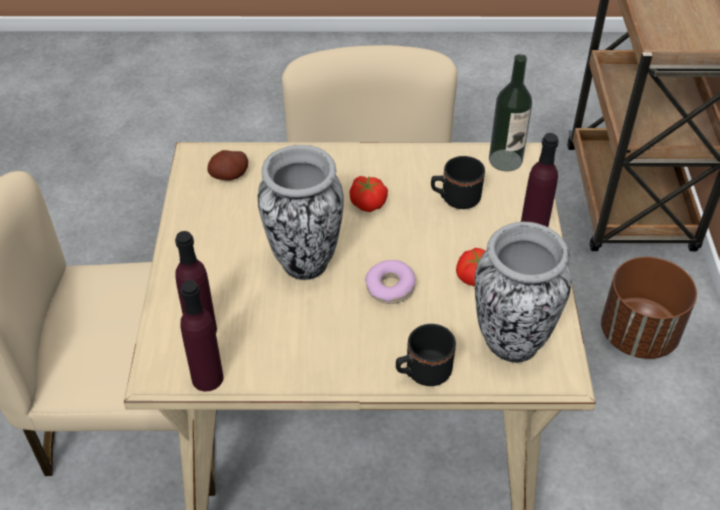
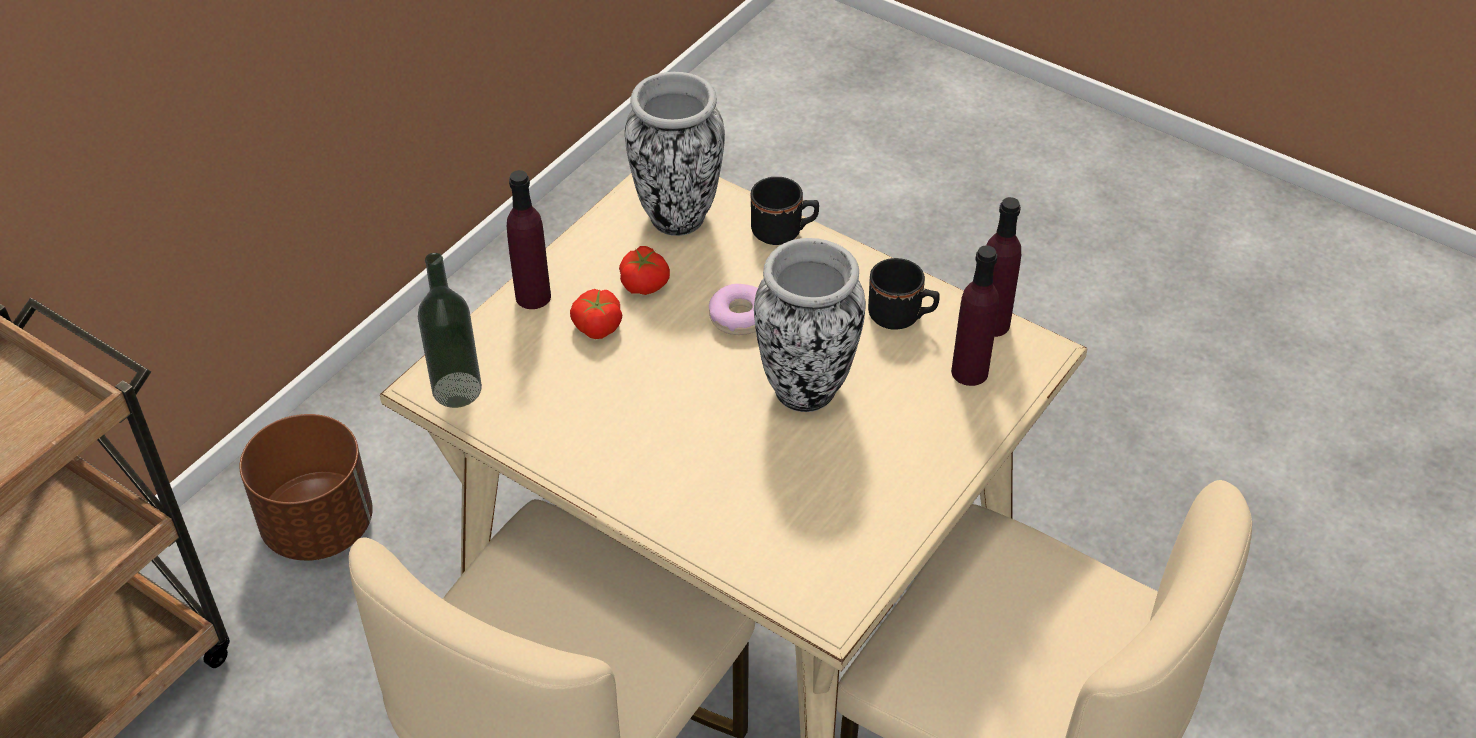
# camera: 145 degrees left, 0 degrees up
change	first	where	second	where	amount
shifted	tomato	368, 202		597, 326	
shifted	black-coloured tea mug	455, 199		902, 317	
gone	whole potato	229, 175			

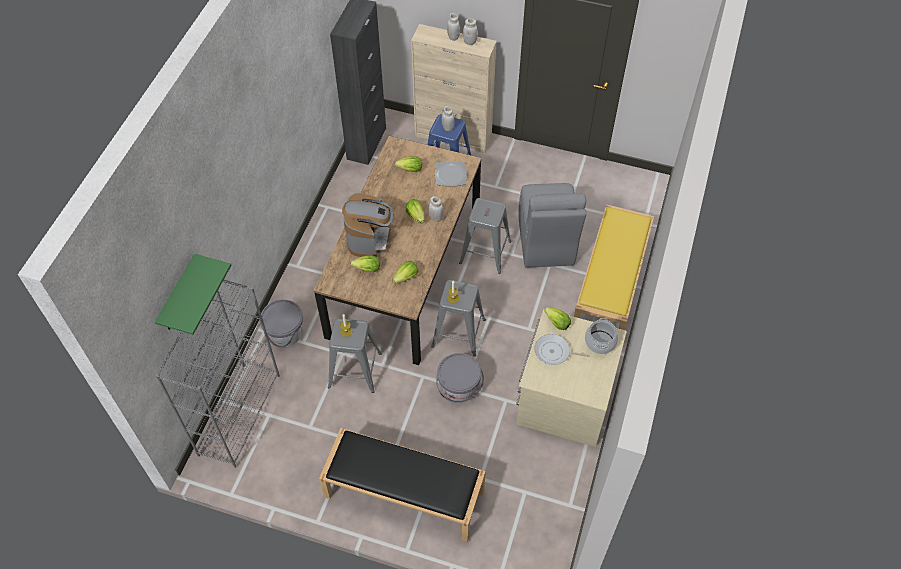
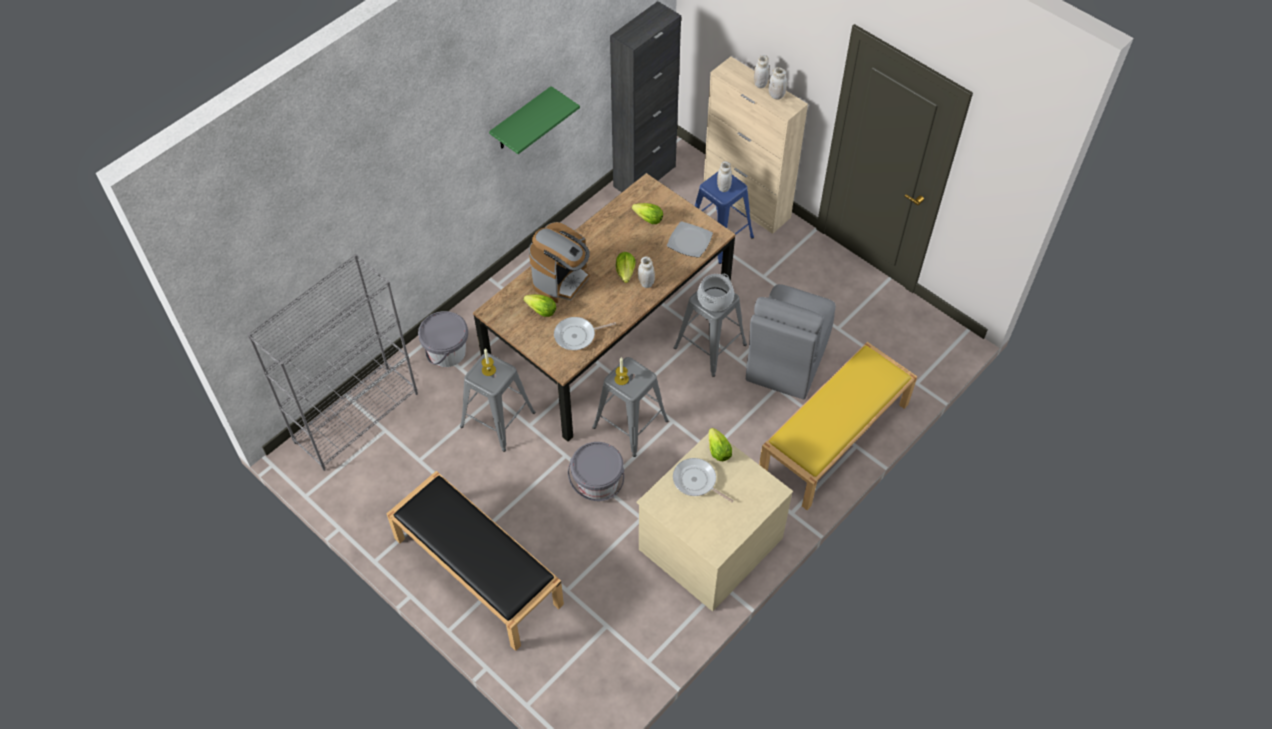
# camera: 25 degrees right, 0 degrees up
change	first	where	second	where	amount
shifted	green-coloured shelf	178, 296		521, 120	
swapped	lettuce head	406, 277	pan	577, 335	
shifted	cooking pot	600, 342		715, 299	

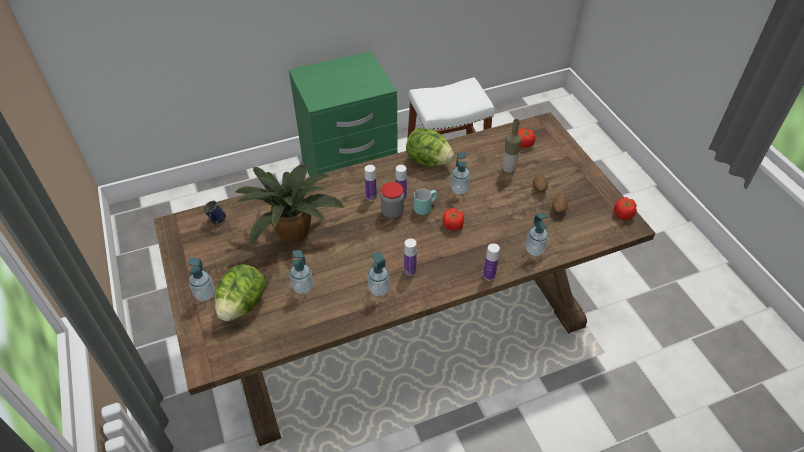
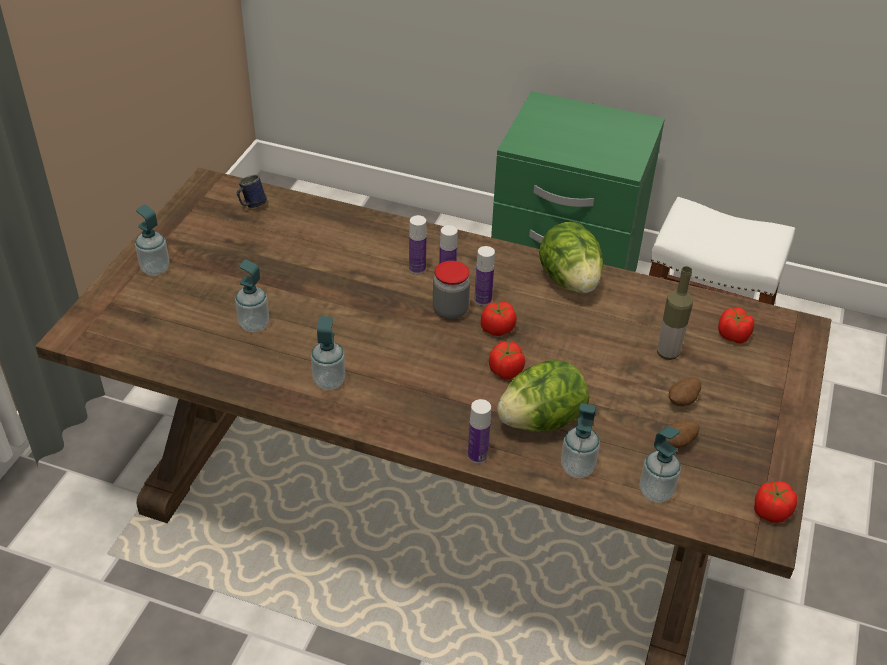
# camera: 40 degrees right, 5 degrees down
change	first	where	second	where	amount
shifted	drink bottle	410, 270		417, 268	
swapped	turquoise-coloured tea mug	424, 207	tomato	497, 329	
shifted	lettuce head	243, 304		541, 420	
shifted	soap dispenser	459, 189		656, 492	
gone	houseplant	292, 228			

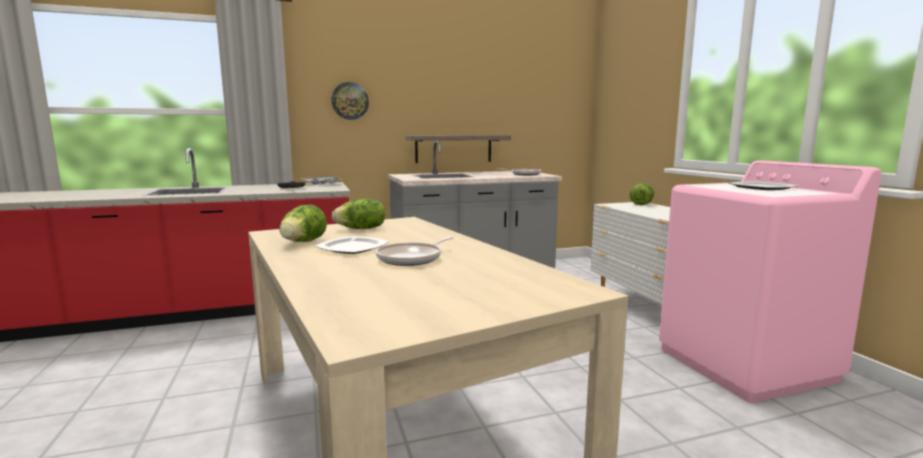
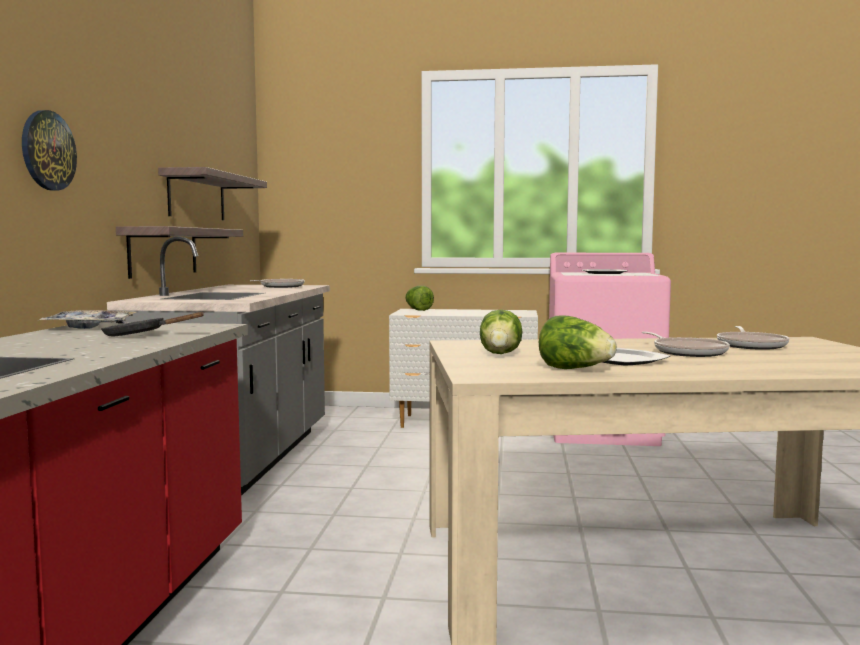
# camera: 65 degrees left, 5 degrees down
change	first	where	second	where	amount
new			shelf	197, 197	
new			pan	751, 345	

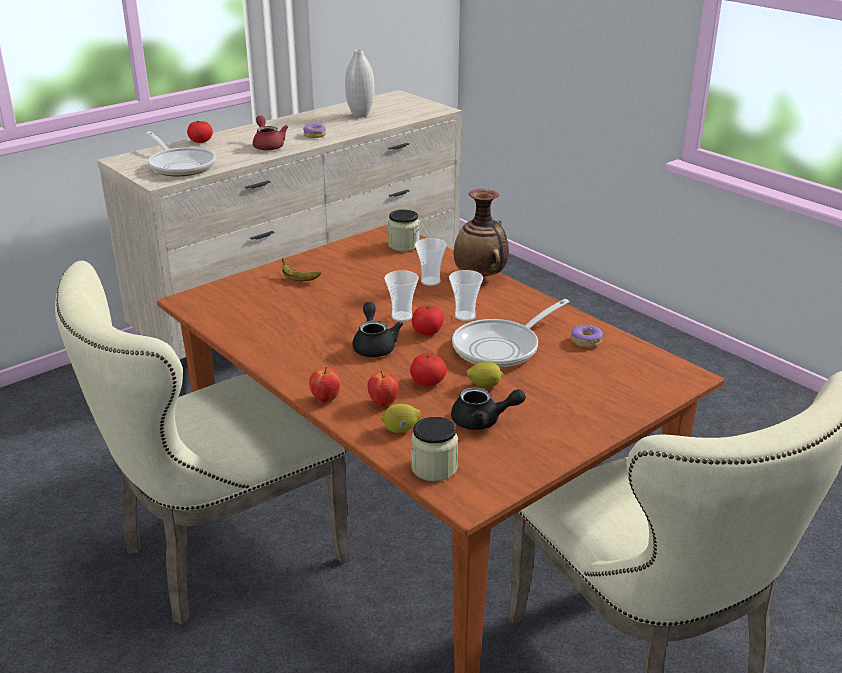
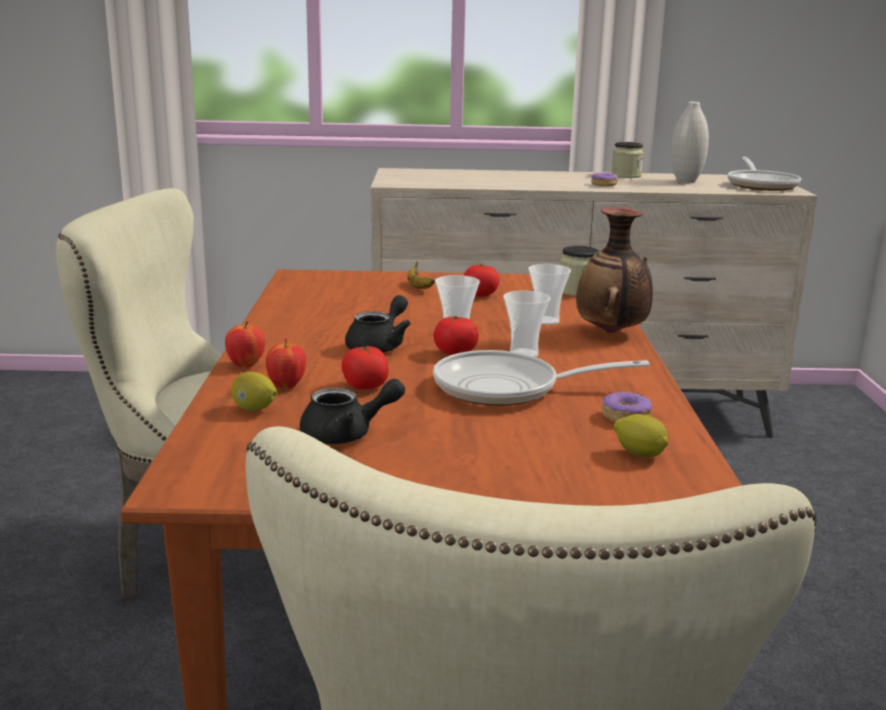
# camera: 40 degrees right, 10 degrees down
change	first	where	second	where	amount
rotated	black-coloured teapot	483, 421		347, 435	60 degrees counterclockwise
shifted	tomato	201, 141		480, 295	
shifted	jar	434, 468		626, 176	
shifted	lemon	484, 385		640, 454	
shifted	pan	180, 165		761, 185	
gone	reddish teapot	268, 145			

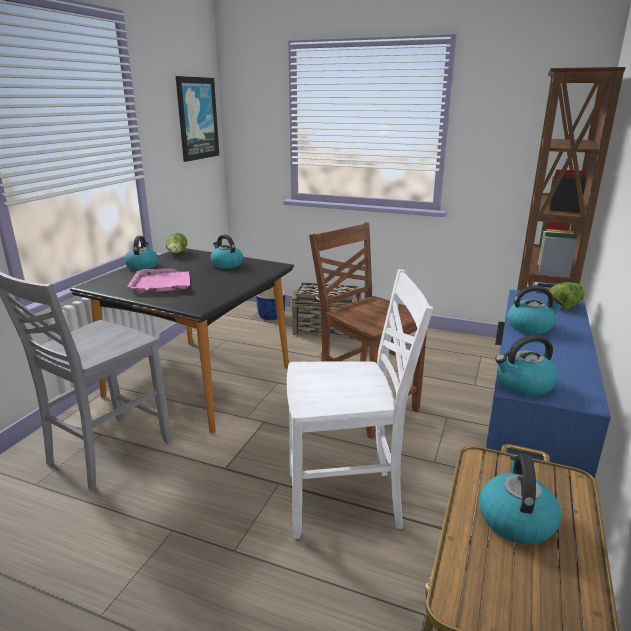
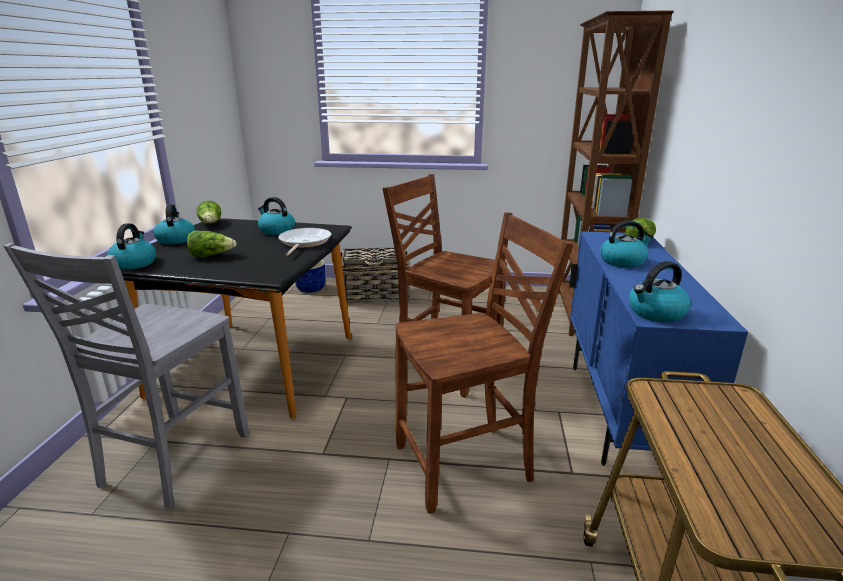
# camera: 15 degrees left, 0 degrees up
change	first	where	second	where	amount
shifted	kettle	515, 519		134, 263	
swapped	pinkish serving tray	161, 283	lettuce head	211, 255	
new			pan	304, 243	
repainted	white chair	346, 502	brown chair	466, 465	
gone	picture	197, 118			

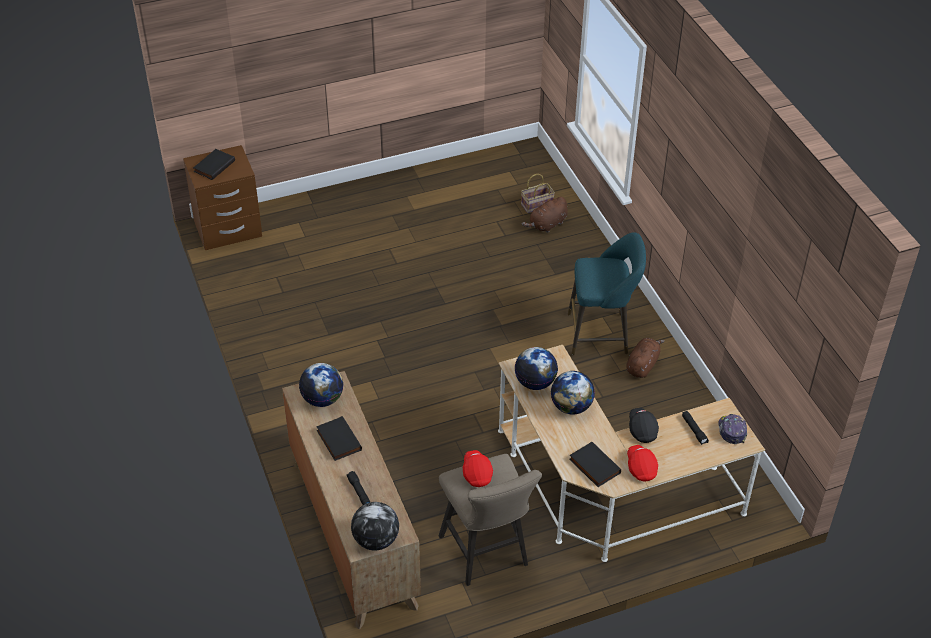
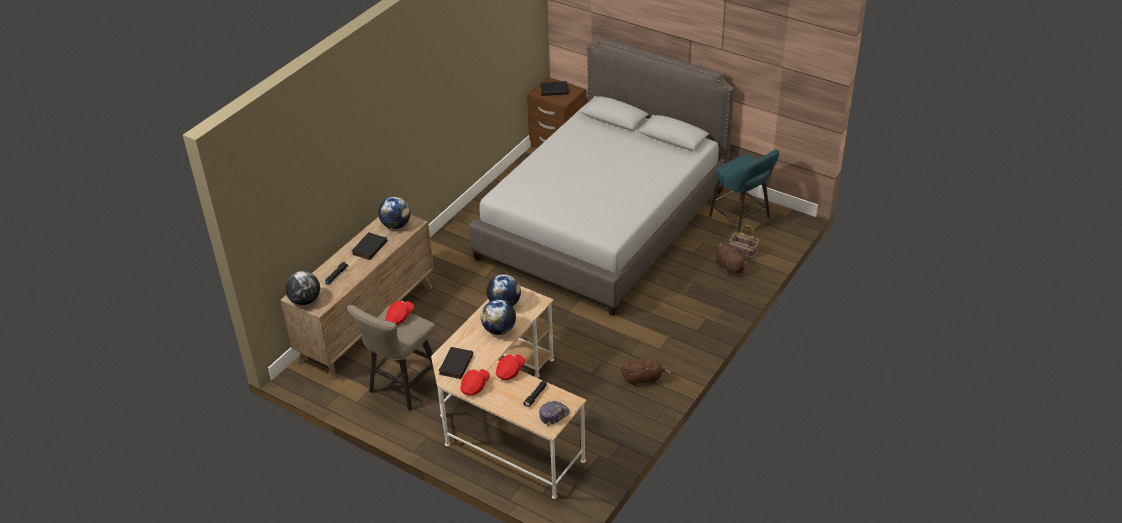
# camera: 55 degrees right, 5 degrees down
change	first	where	second	where	amount
new			greyish bed	603, 224	
repainted	black-coloured peaked cap	642, 430	reddish peaked cap	510, 371	
shifted	turquoise-coloured stool seat	601, 334		742, 220	
rotated	brown plush toy	547, 225		728, 266	45 degrees clockwise

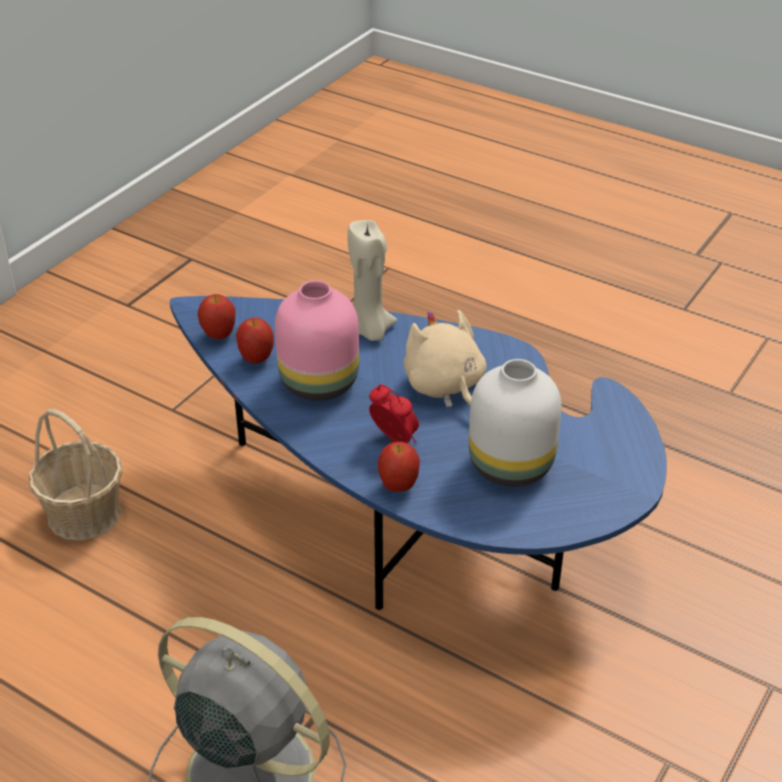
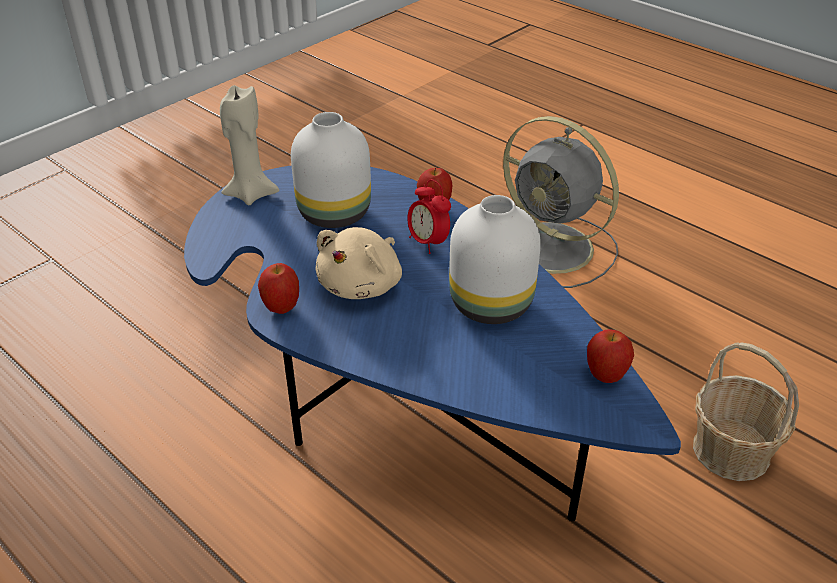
# camera: 170 degrees left, 0 degrees up
change	first	where	second	where	amount
shifted	beige-coloured wax candle	369, 331		251, 194	
shifted	whole apple	256, 359		281, 308	
rotated	beige-coloured plush toy	445, 388		362, 285	45 degrees clockwise
repainted	pinkish vase	321, 382	white vase	488, 305	

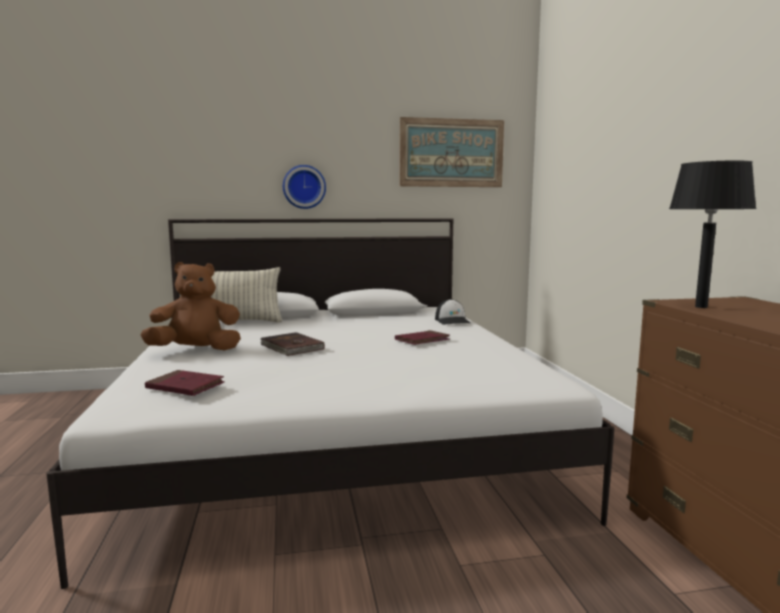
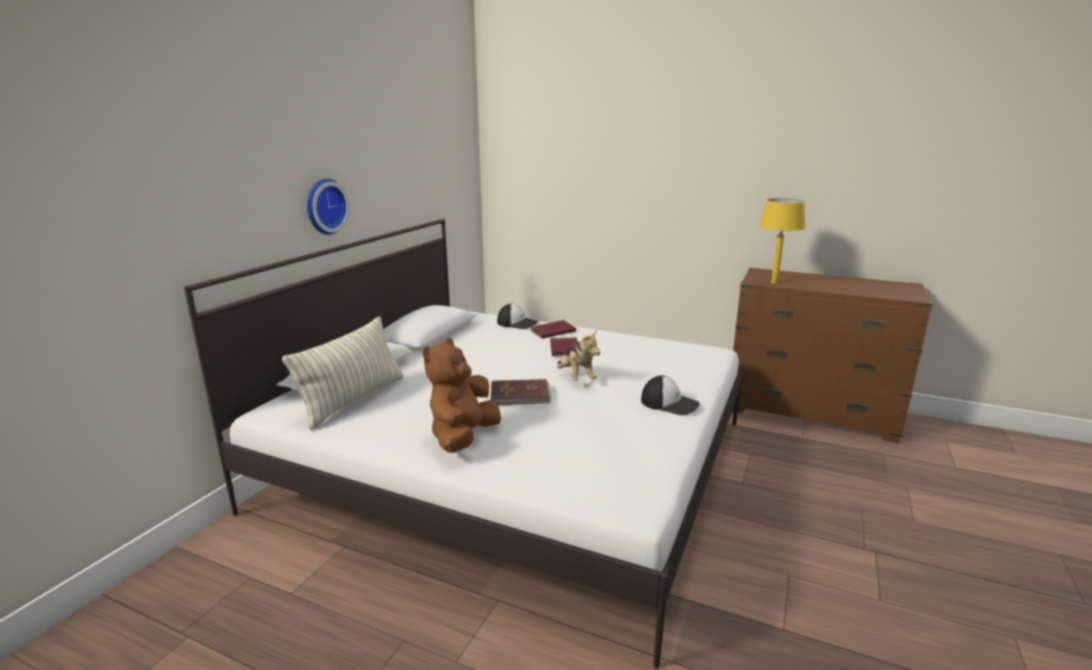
# camera: 55 degrees left, 10 degrees up
change	first	where	second	where	amount
shifted	reddish bound book	185, 386		553, 331	
new			plush toy	575, 377	
new			peaked cap	670, 403	
repainted	black-coloured lamp for a table	702, 307	yellow lamp for a table	774, 282	
gone	picture	451, 153			

